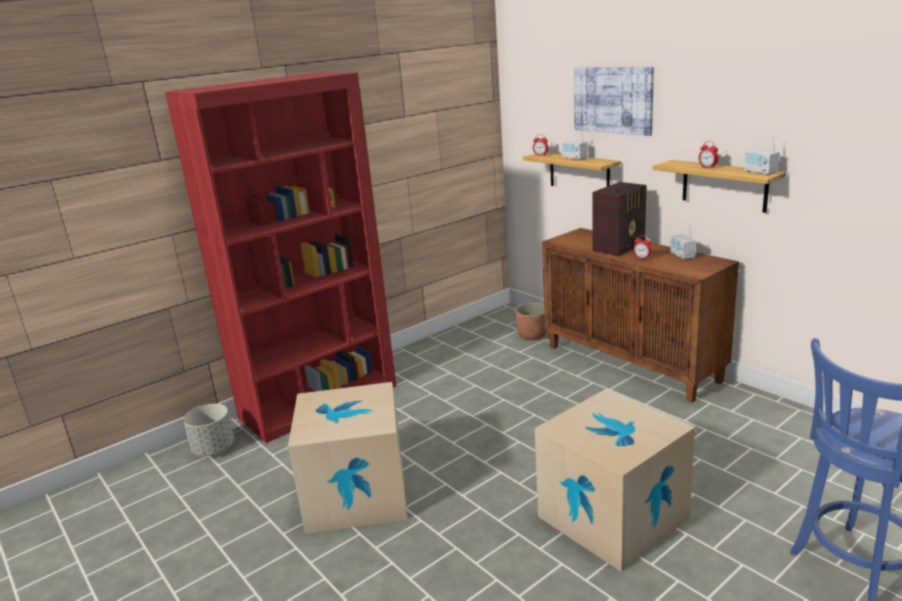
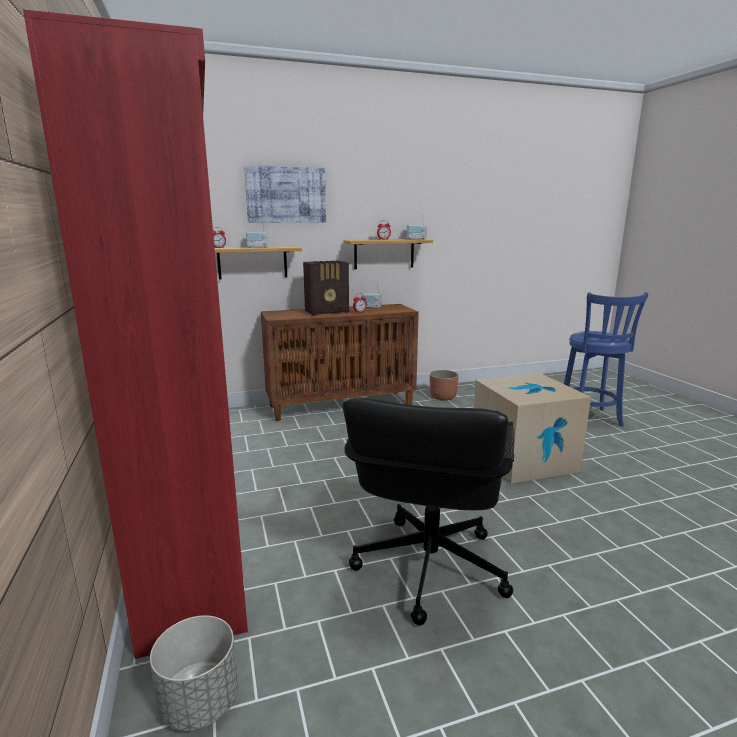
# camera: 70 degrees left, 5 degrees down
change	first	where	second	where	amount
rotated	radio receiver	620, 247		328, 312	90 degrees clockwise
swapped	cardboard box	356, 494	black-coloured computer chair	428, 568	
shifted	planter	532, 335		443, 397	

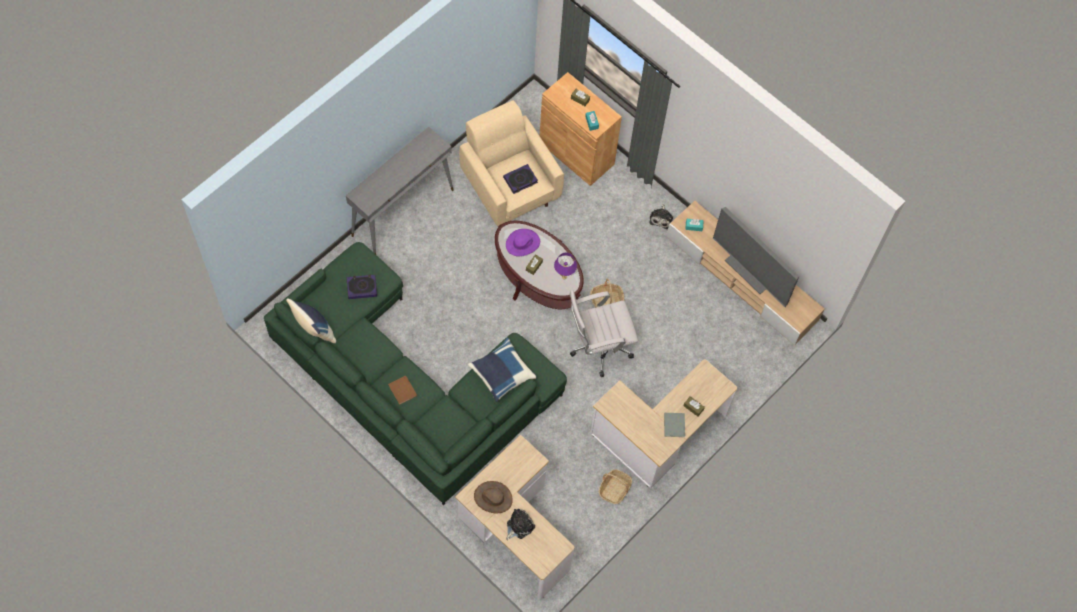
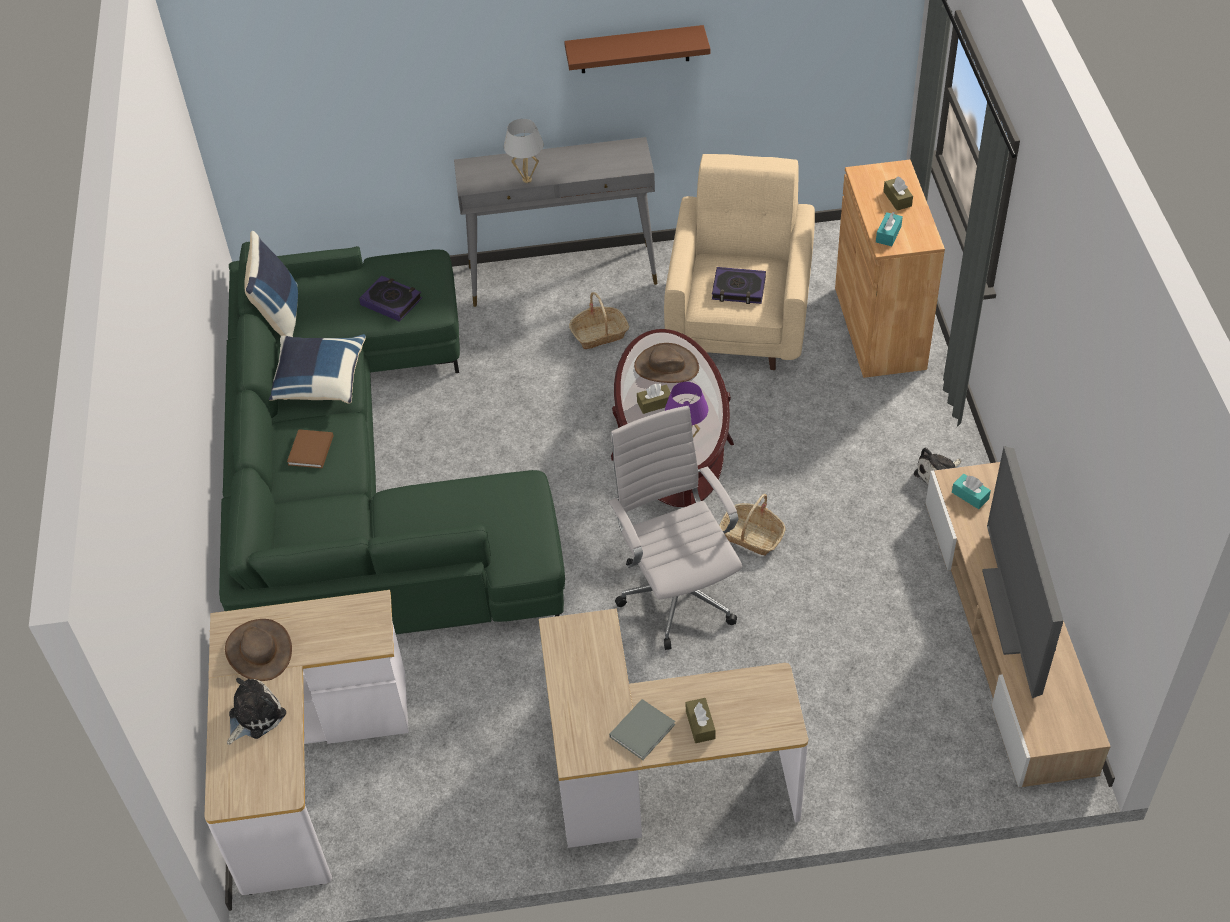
# camera: 45 degrees right, 15 degrees down
change	first	where	second	where	amount
rotated	plush toy	519, 526		254, 716	45 degrees counterclockwise
shifted	bluish throw pillow	501, 374		319, 381	
new			white lamp for a table	527, 180	
new			brown shelf	634, 49	
shifted	household basket	614, 489		599, 334	
rotated	white computer chair	598, 348		676, 593	45 degrees clockwise
repainted	purple-coloured wearable hat	522, 243	brown wearable hat	666, 367	

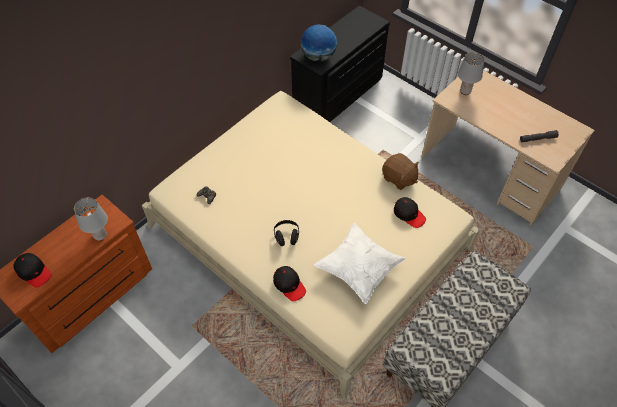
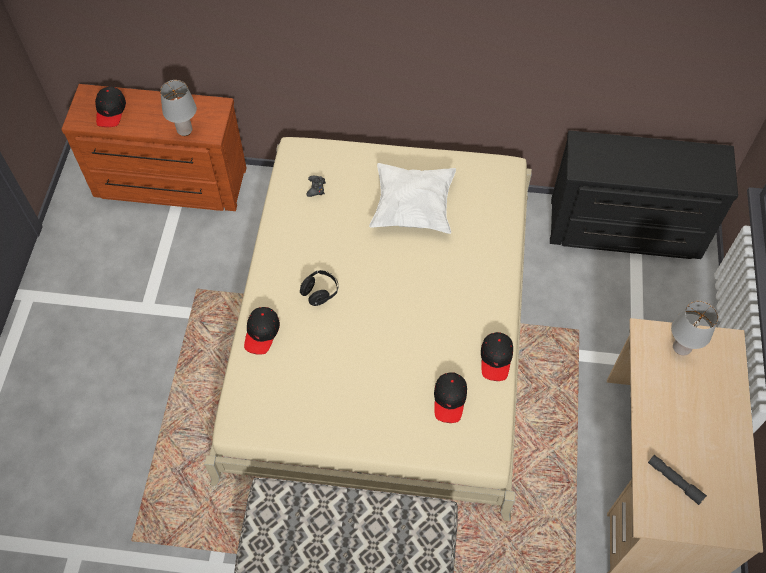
# camera: 55 degrees right, 5 degrees up
change	first	where	second	where	amount
shifted	white throw pillow	358, 269		412, 208	
swapped	brown plush toy	399, 178	black-coloured peaked cap	496, 359	
gone	desk globe	318, 57			

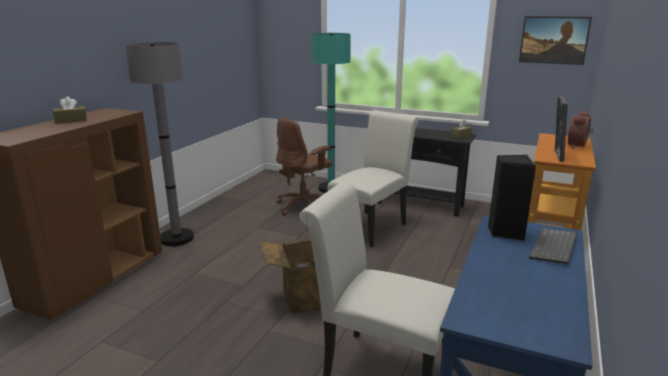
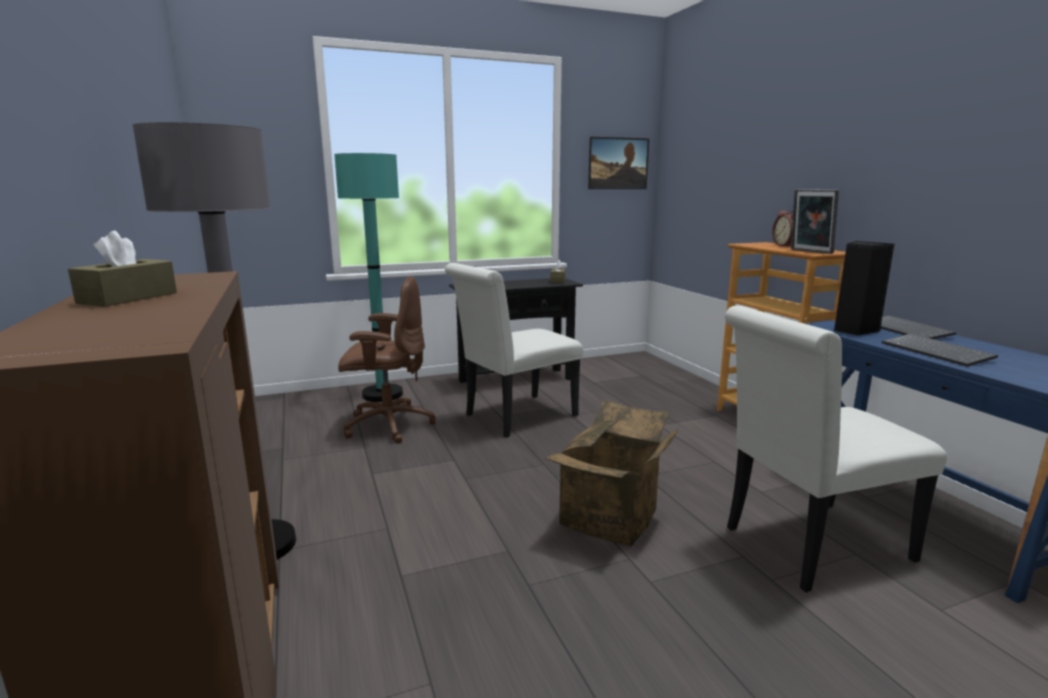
# camera: 45 degrees left, 5 degrees down
change	first	where	second	where	amount
rotated	brown computer chair	304, 206		387, 425	90 degrees counterclockwise
rotated	white chair	372, 226		515, 417	120 degrees counterclockwise
new			PC keyboard	938, 352	

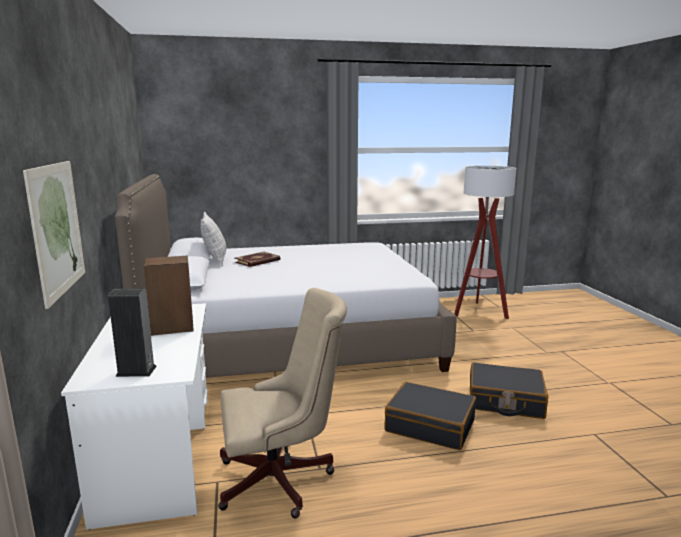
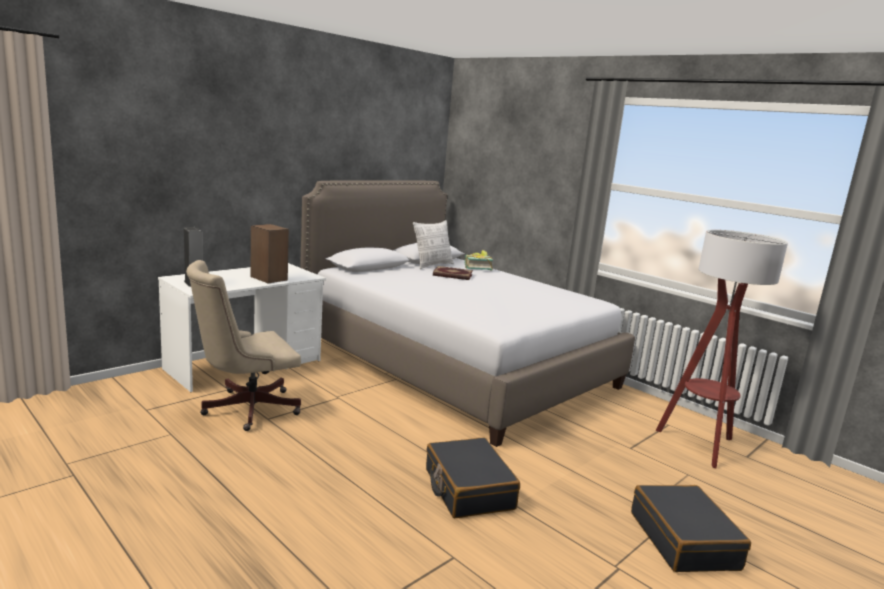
# camera: 55 degrees right, 0 degrees up
change	first	where	second	where	amount
rotated	beige-coloured computer chair	282, 479		245, 409	105 degrees clockwise
new			bound book	477, 268	
shifted	black-coloured suitcase	430, 426		684, 540	
gone	picture	57, 229			

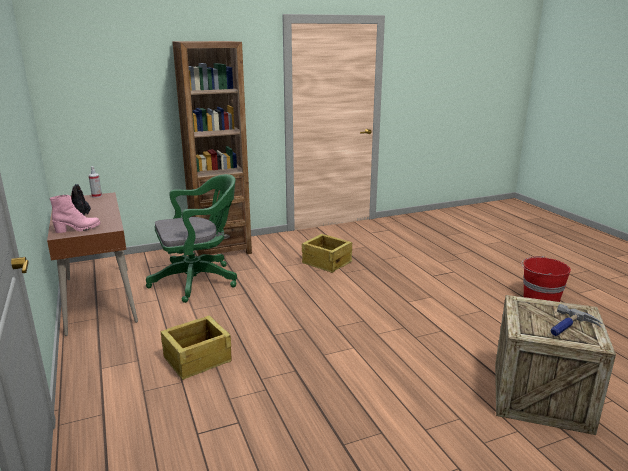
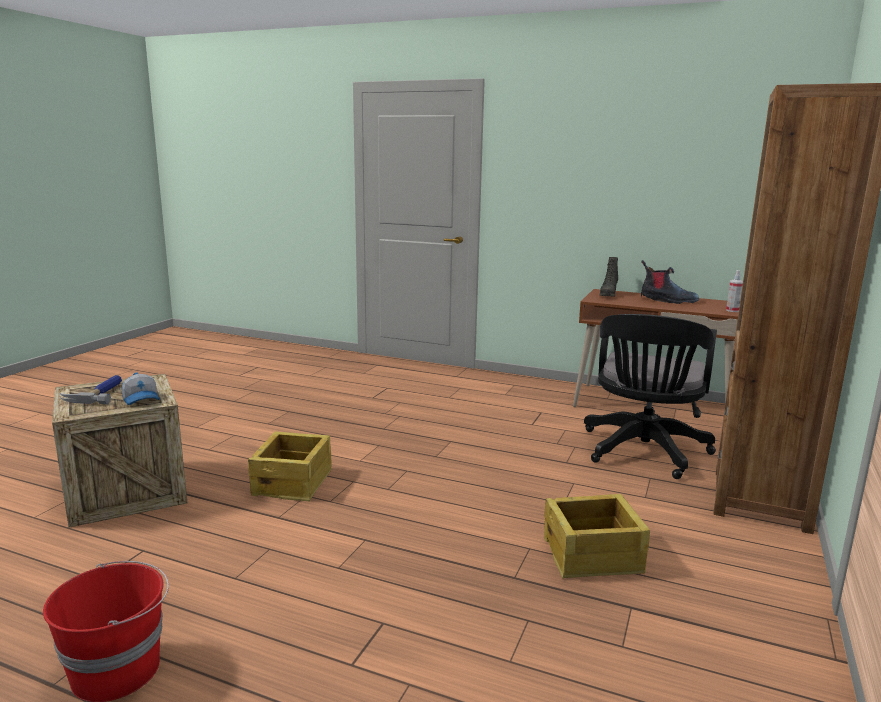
# camera: 135 degrees right, 5 degrees down
change	first	where	second	where	amount
new			peaked cap	142, 399	
shifted	packing crate	196, 359		293, 482	
repainted	green-coloured computer chair	199, 280	black-coloured computer chair	643, 452	
repainted	pinkish boot	78, 229	black-coloured boot	608, 295	

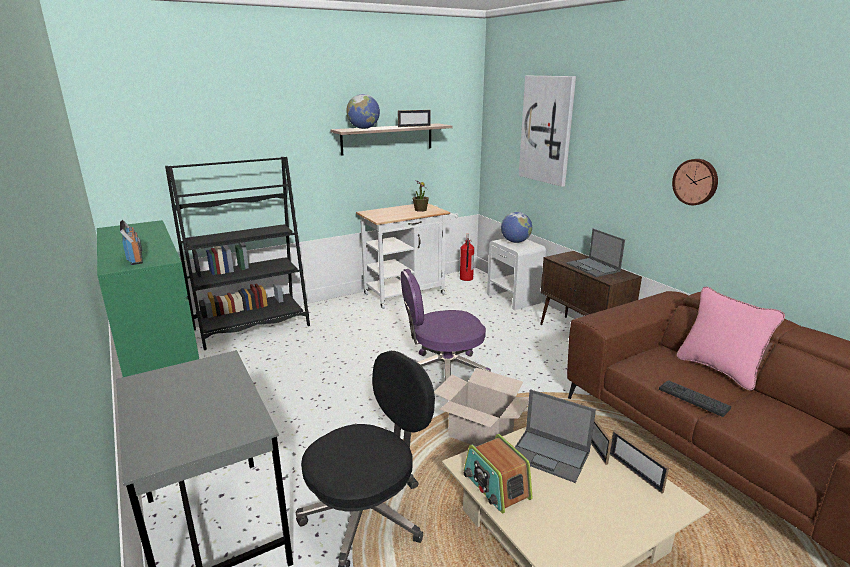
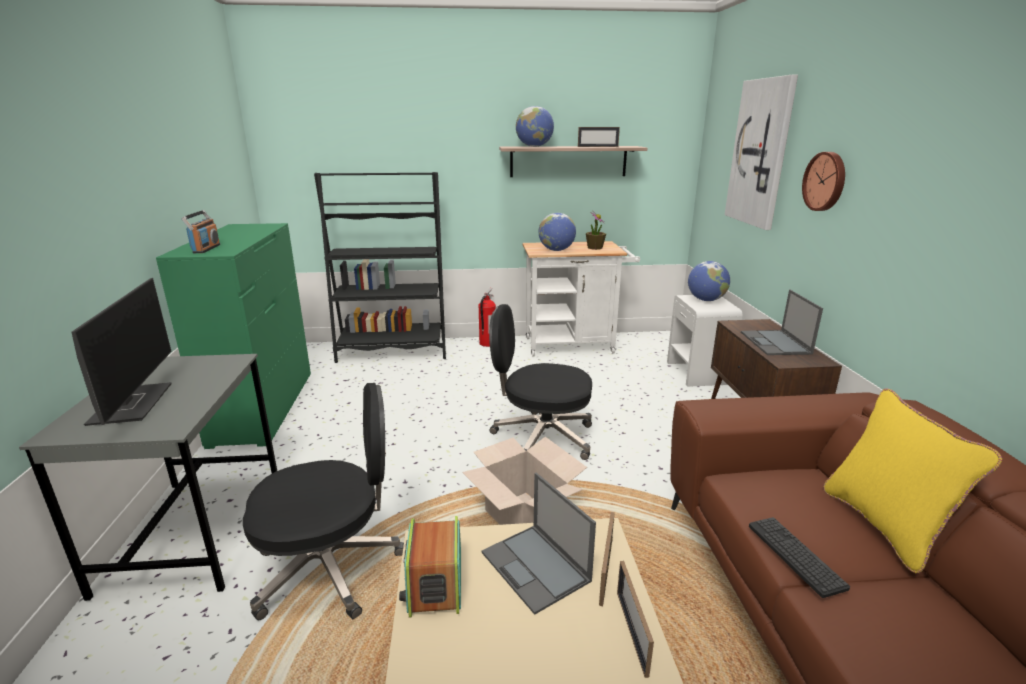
# camera: 25 degrees right, 0 degrees up
change	first	where	second	where	amount
new			monitor	132, 404	
shifted	fire extinguisher	466, 278		487, 343	
repainted	purple-coloured computer chair	443, 372	black-coloured computer chair	541, 437	
new			desk globe	556, 250	
shifted	wall clock	696, 181		825, 181	
repainted	pinkish throw pillow	718, 369	yellow throw pillow	883, 525	

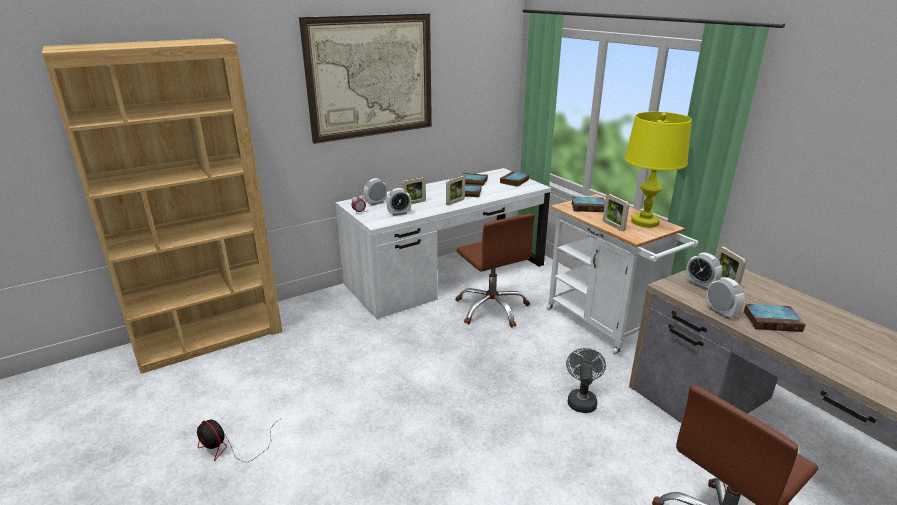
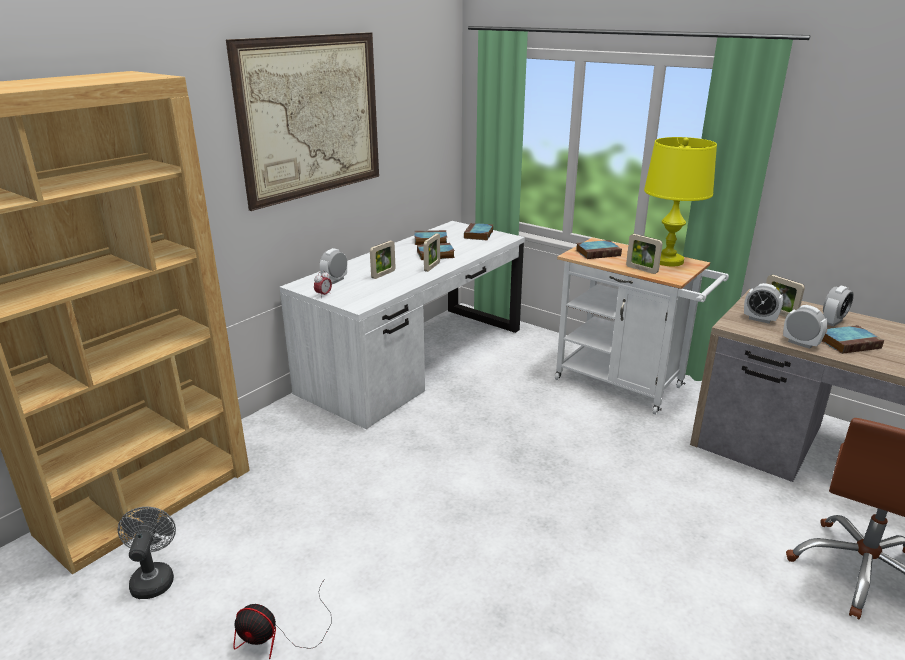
# camera: 20 degrees left, 0 degrees up
change	first	where	second	where	amount
shifted	greyish cooling fan	581, 400		153, 578	
shifted	bedside clock	399, 213		832, 322	
gone	brown computer chair	492, 308			

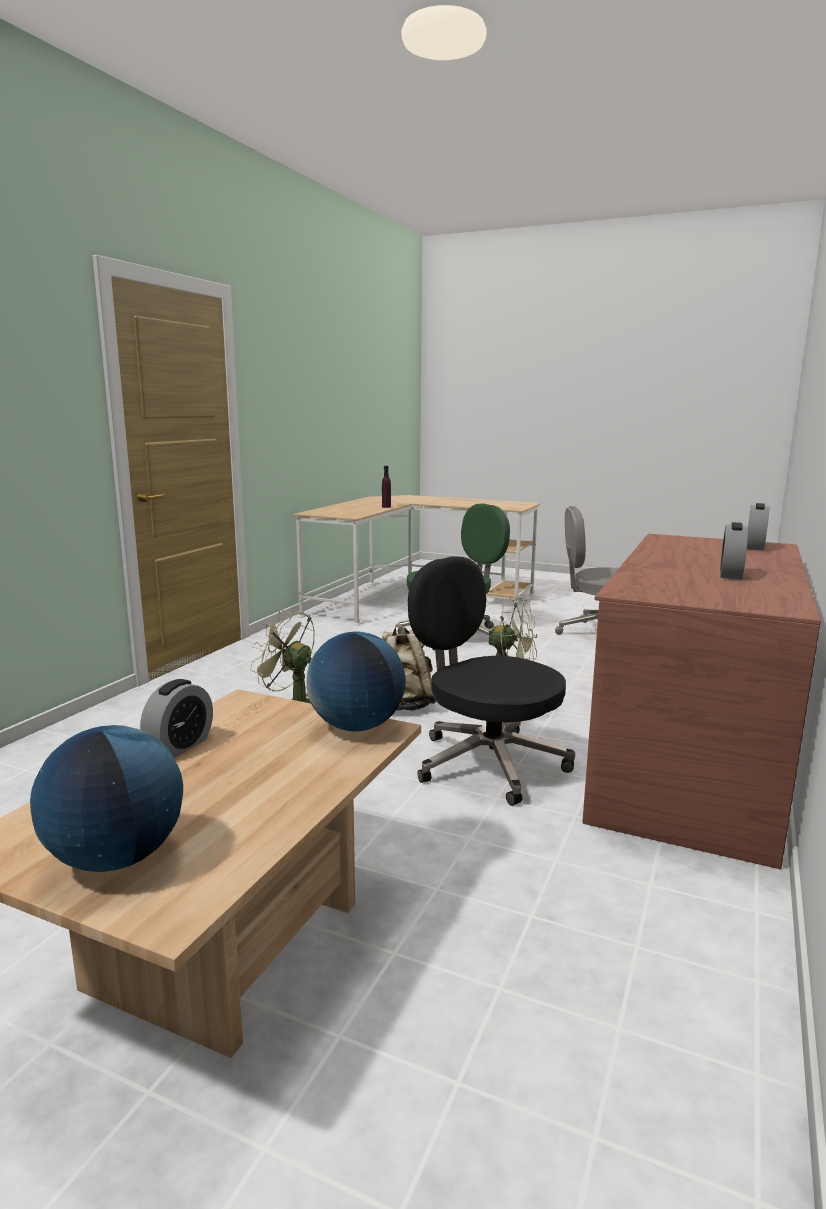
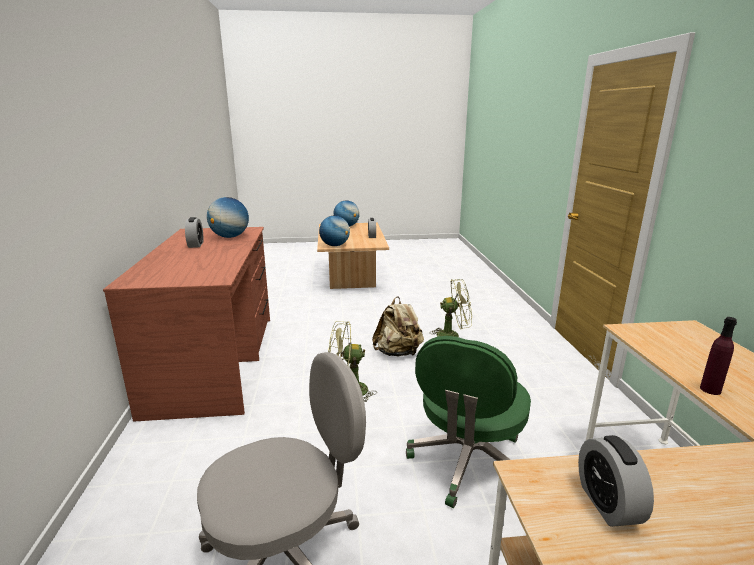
# camera: 150 degrees right, 5 degrees up
change	first	where	second	where	amount
new			desk globe	230, 237	
shifted	bedside clock	754, 547		607, 504	
gone	black-coloured computer chair	486, 762			

